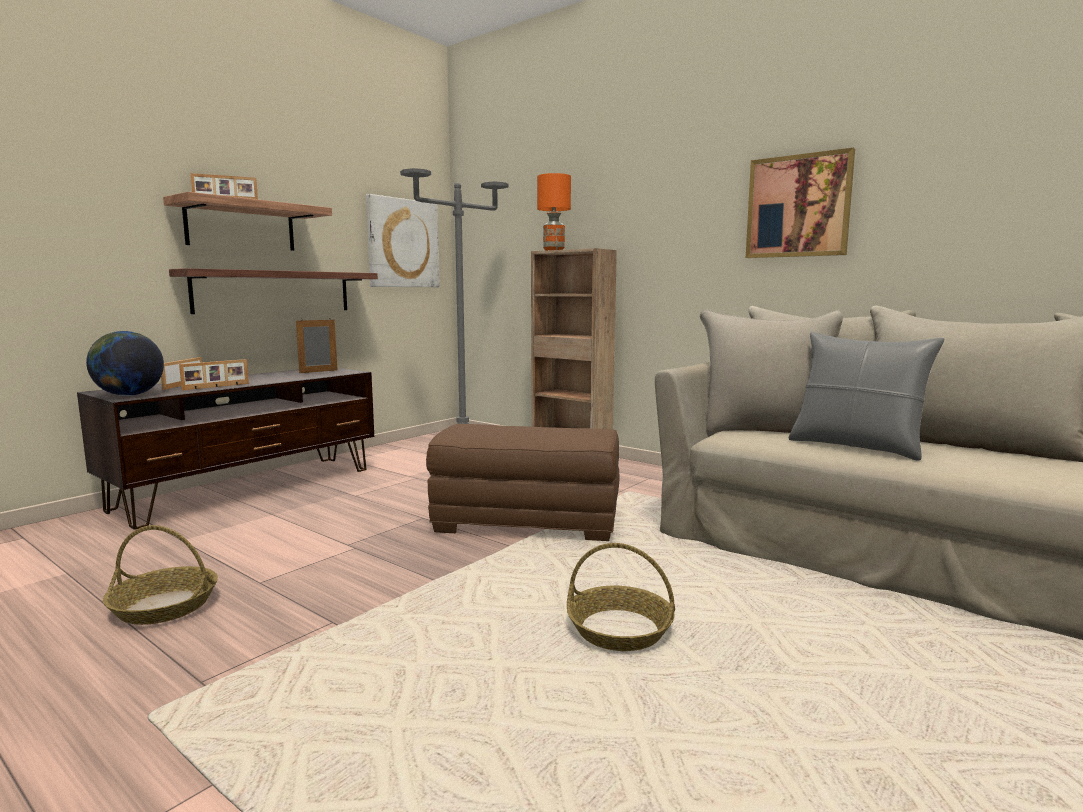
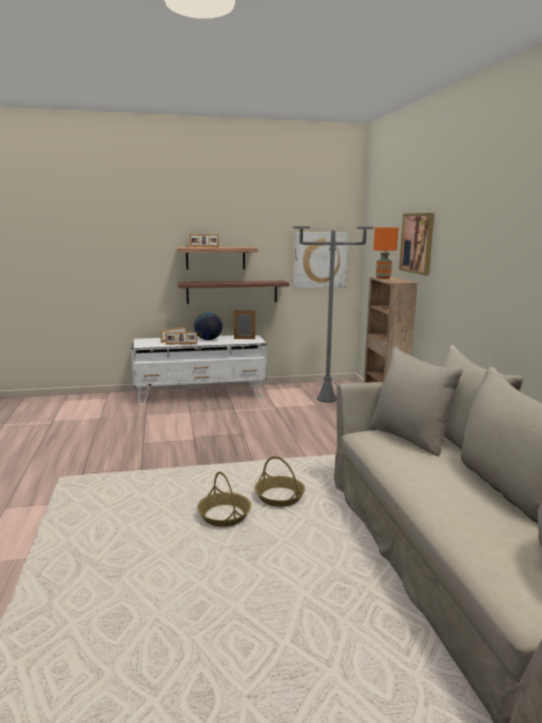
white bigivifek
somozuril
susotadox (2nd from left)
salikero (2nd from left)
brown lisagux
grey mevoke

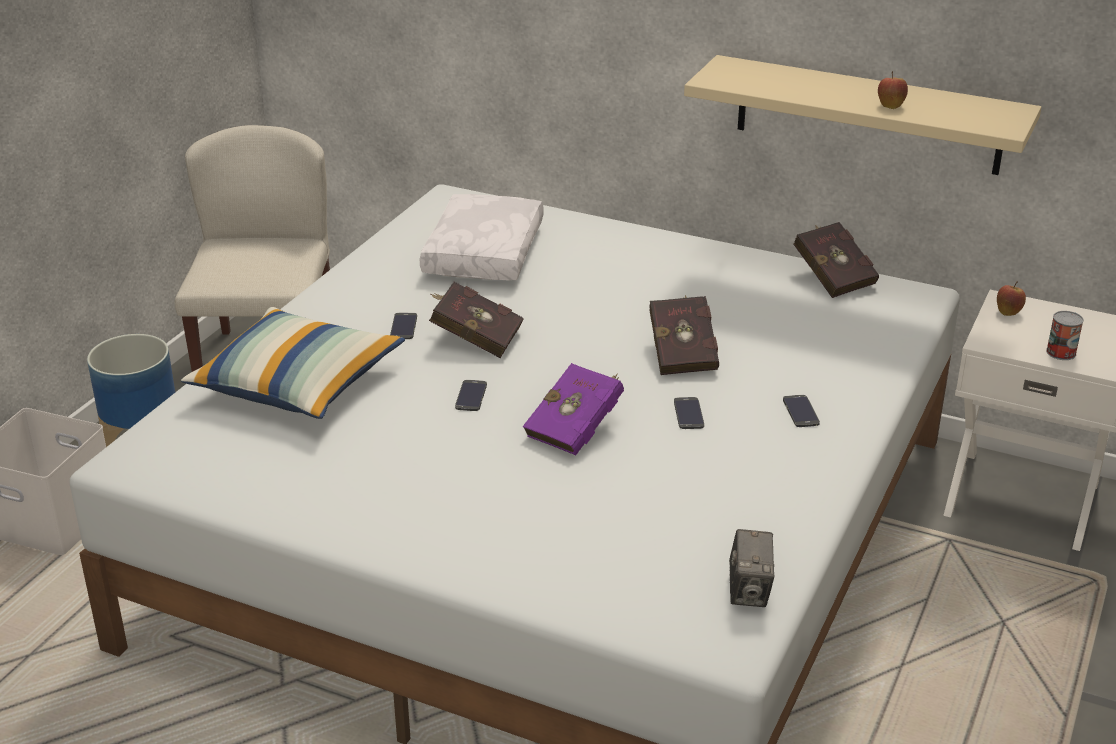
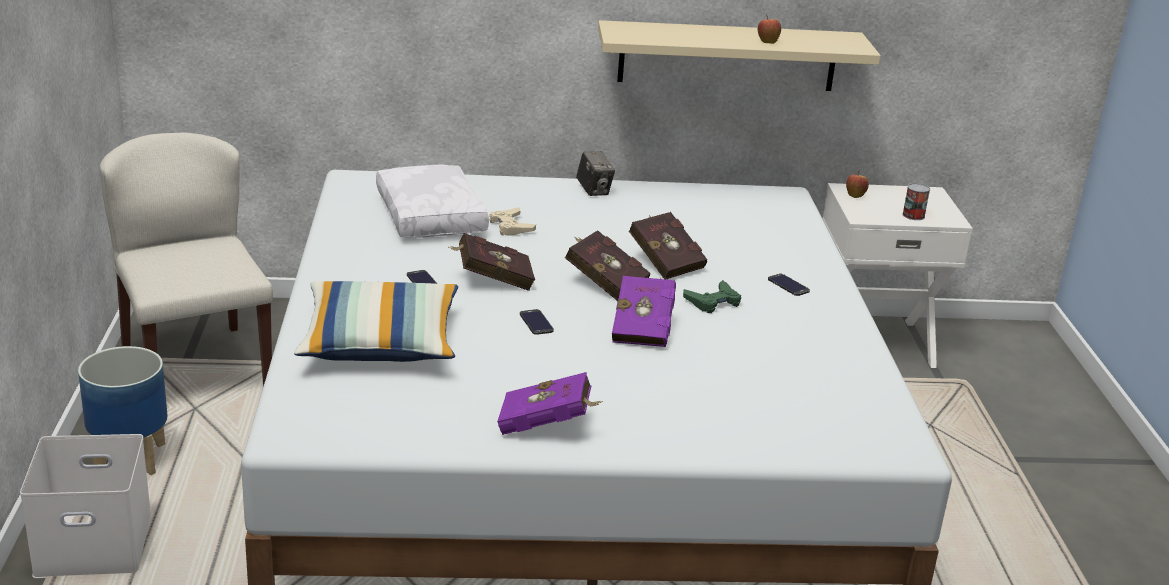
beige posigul
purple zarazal (1st from left)
red zarazal (2nd from left)
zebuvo
green posigul

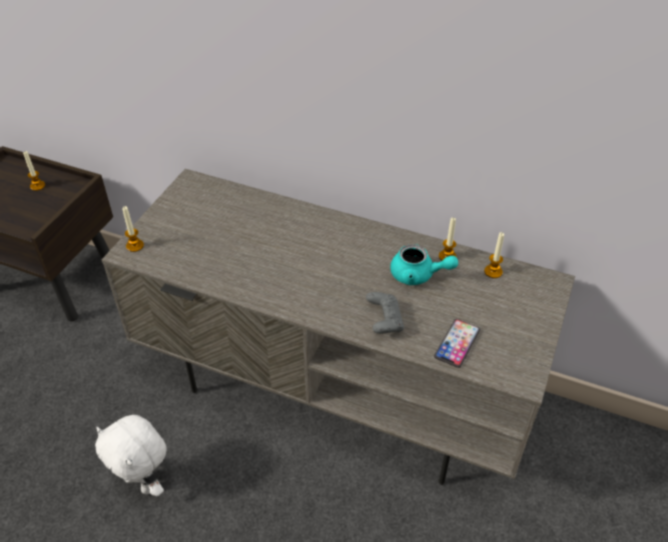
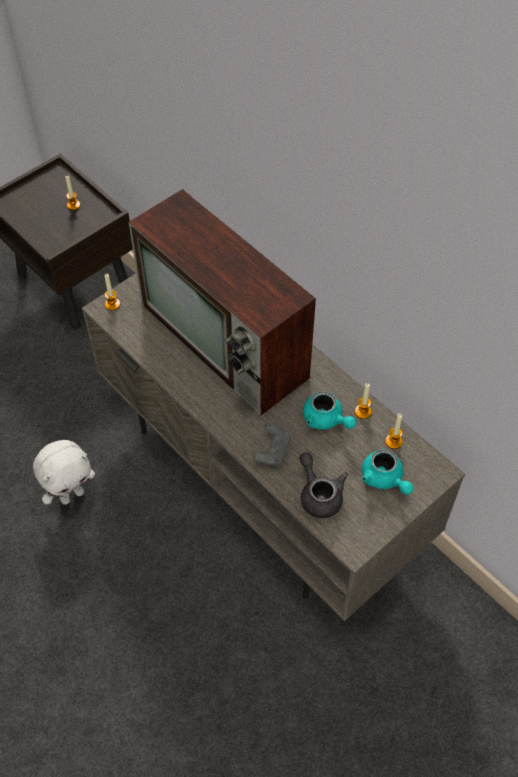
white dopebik
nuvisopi
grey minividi
turquoise minividi (2nd from left)

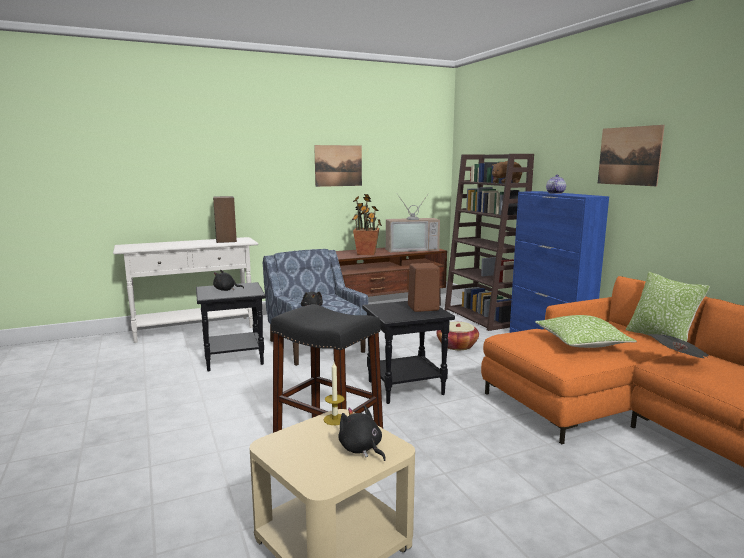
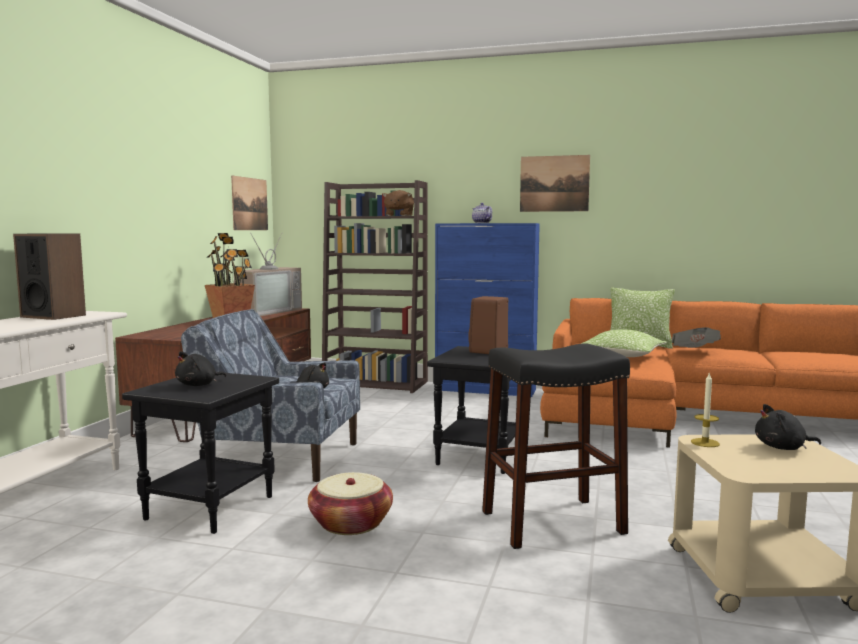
salikero (1st from left)
susotadox

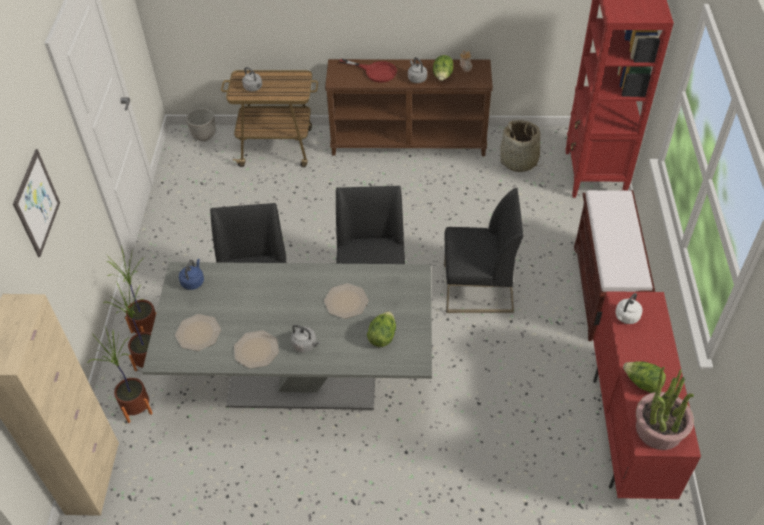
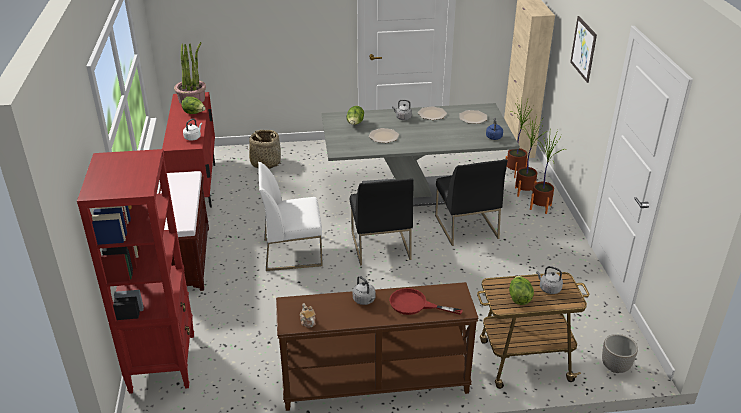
susotadox
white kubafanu
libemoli (3rd from left)

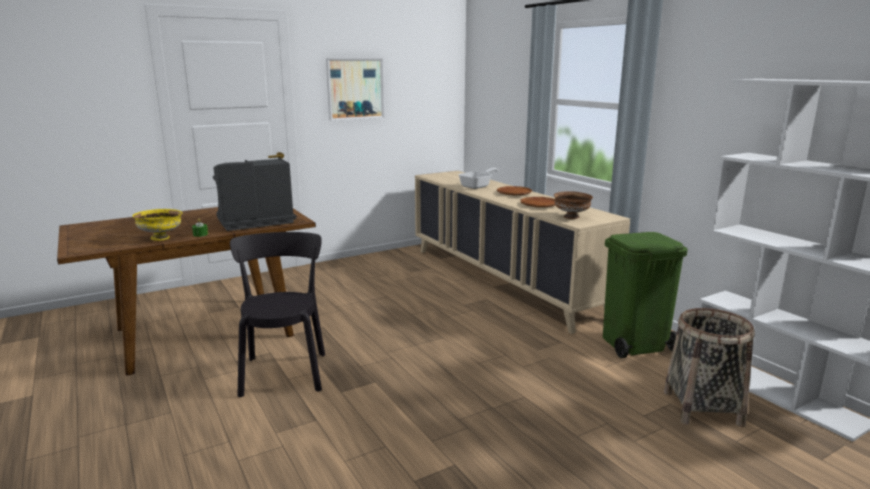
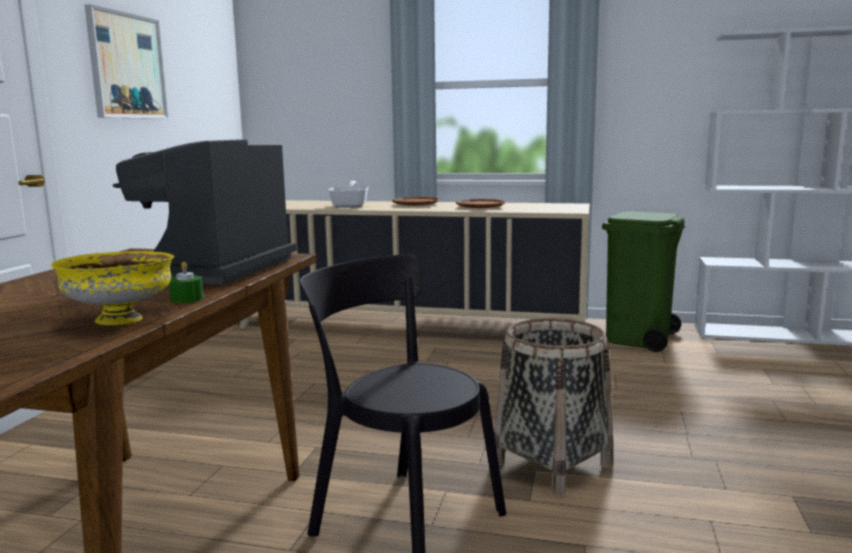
susotadox
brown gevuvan

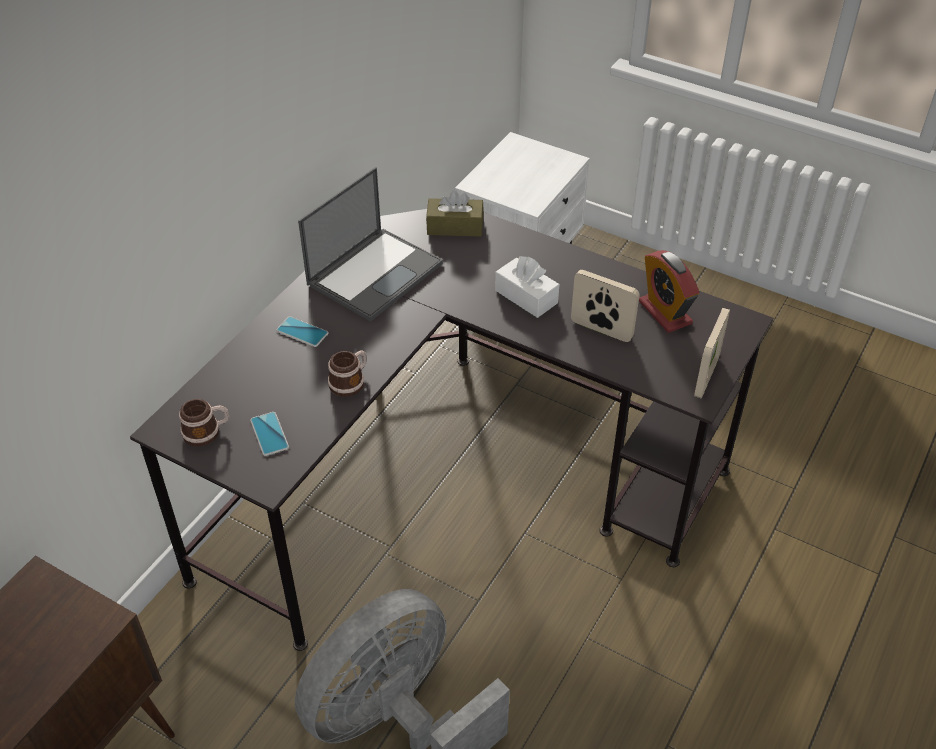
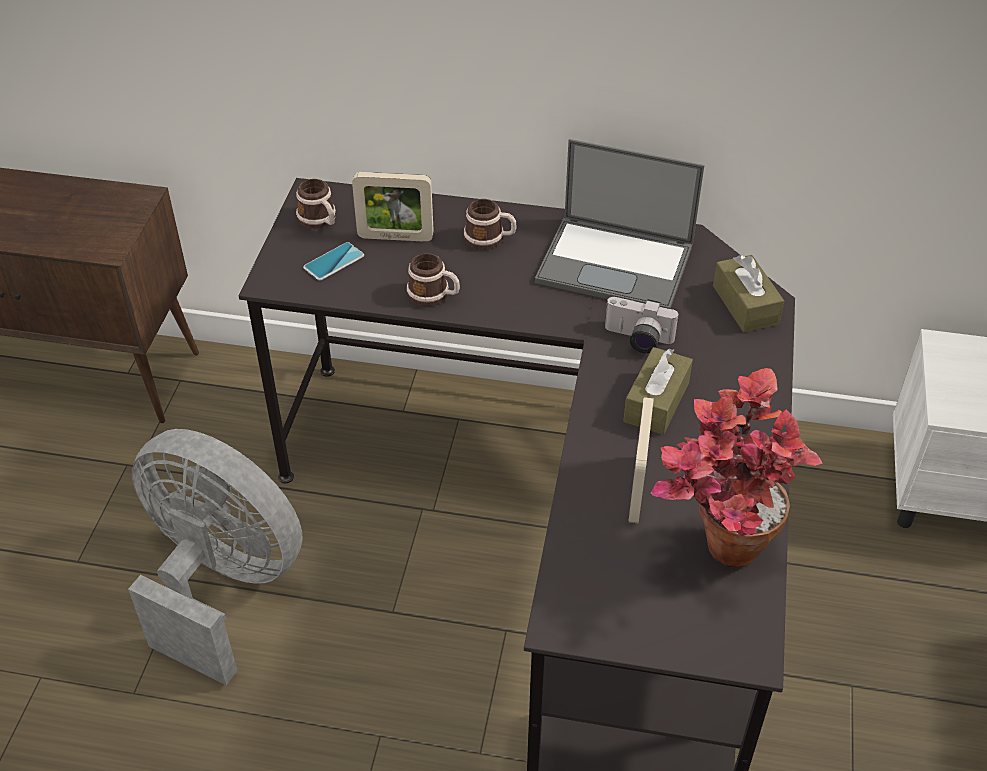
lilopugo (1st from left)
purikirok (3rd from left)
zebuvo
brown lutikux (1st from left)
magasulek

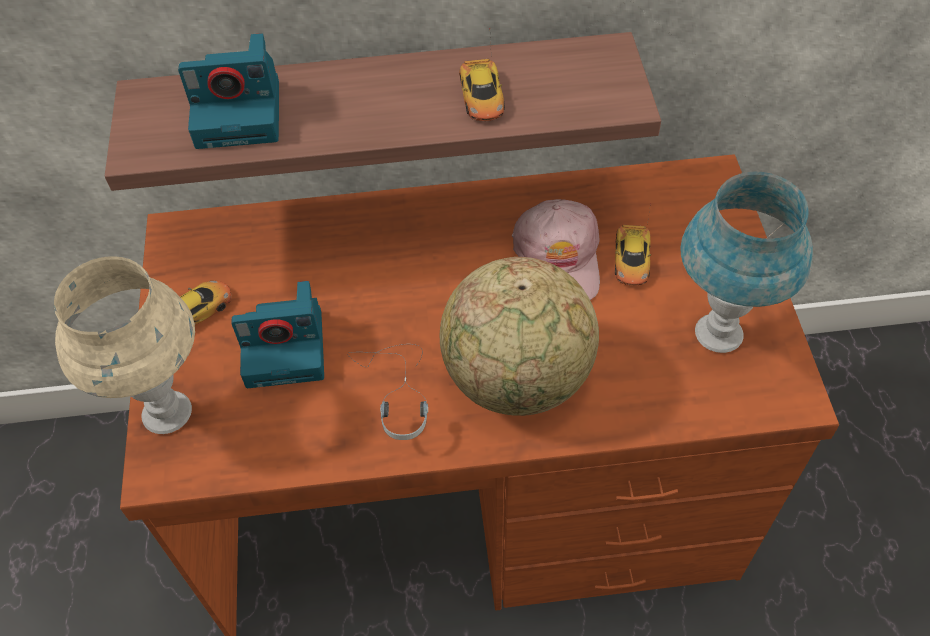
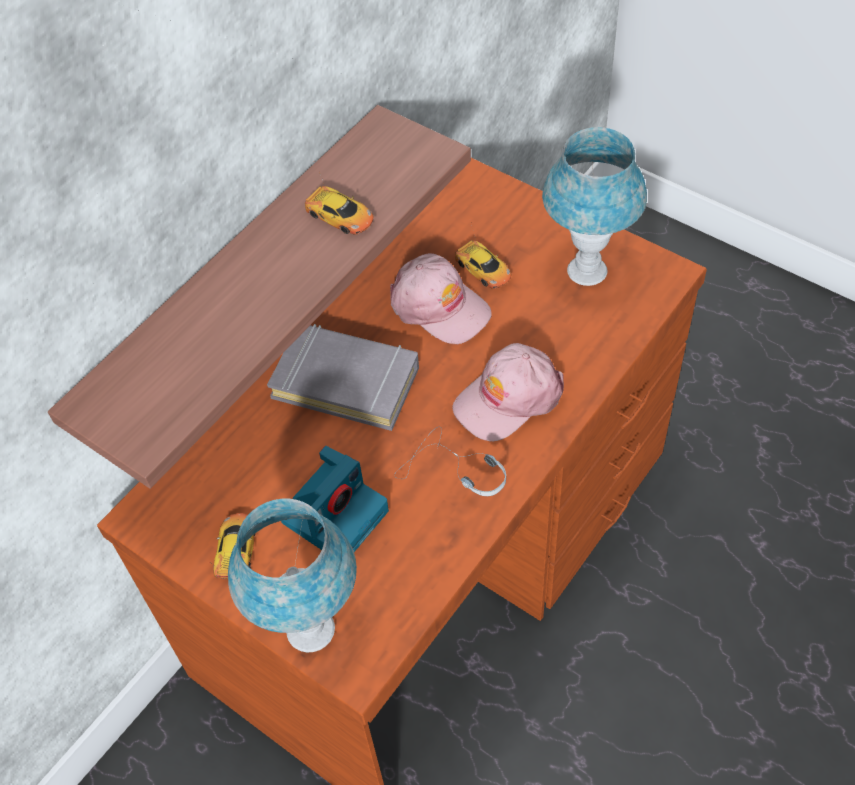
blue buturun (1st from left)
grey zarazal
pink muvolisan (2nd from left)
zebuvo (1st from left in the first image)

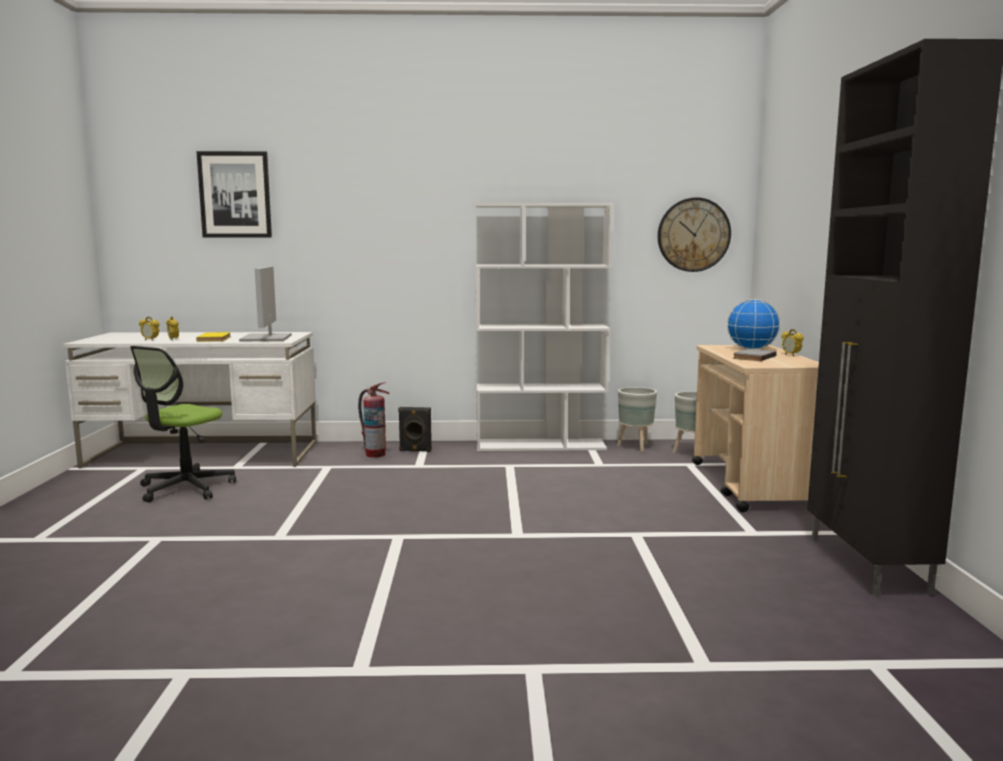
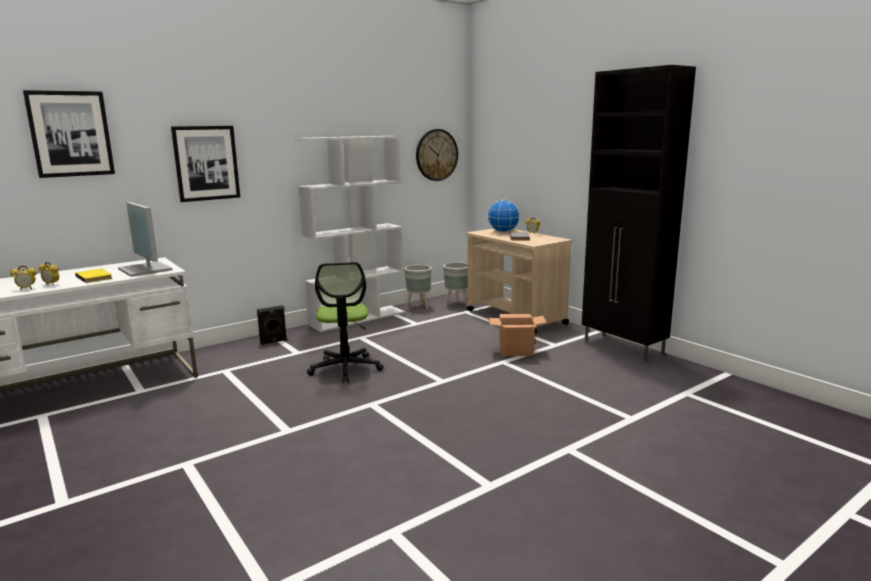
salikero (2nd from left)
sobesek
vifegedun
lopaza

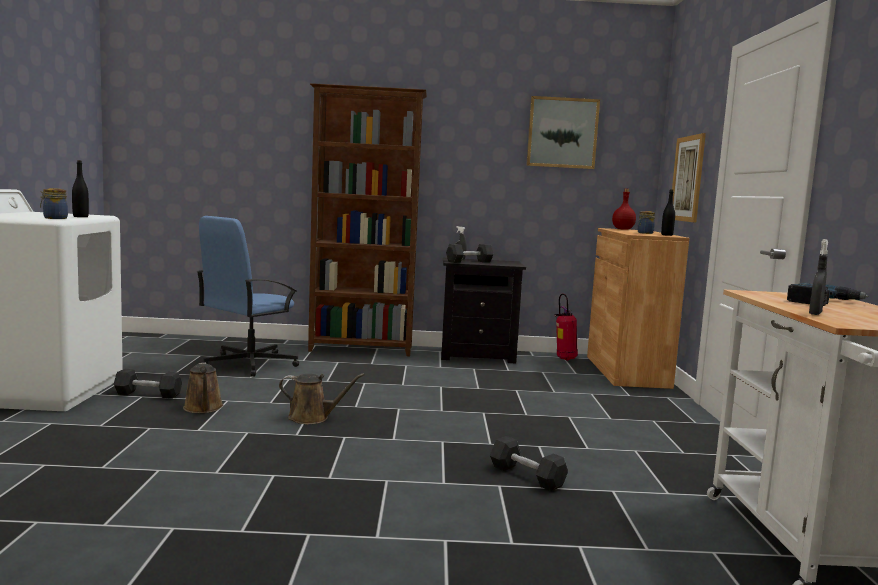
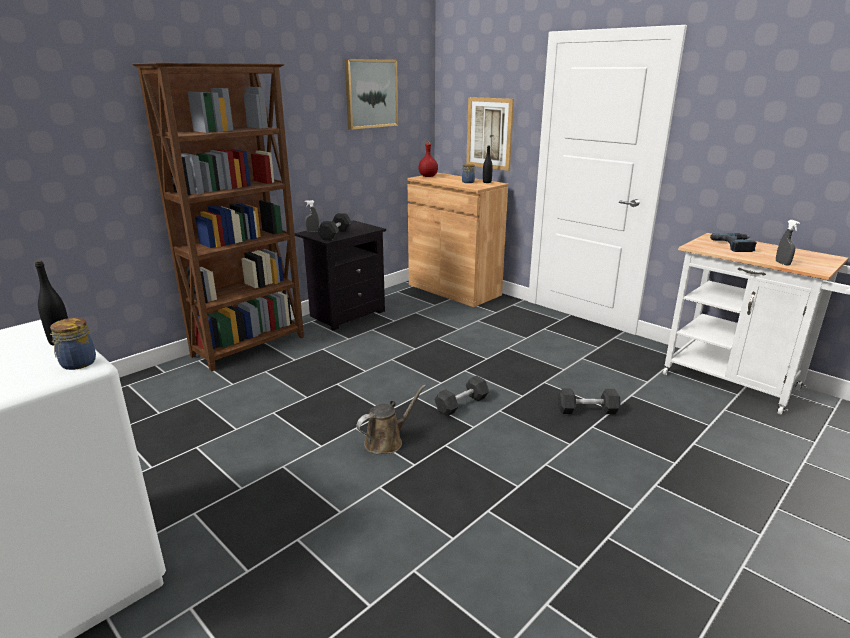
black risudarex (2nd from left)
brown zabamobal (1st from left in the first image)
blue sobesek
lopaza

